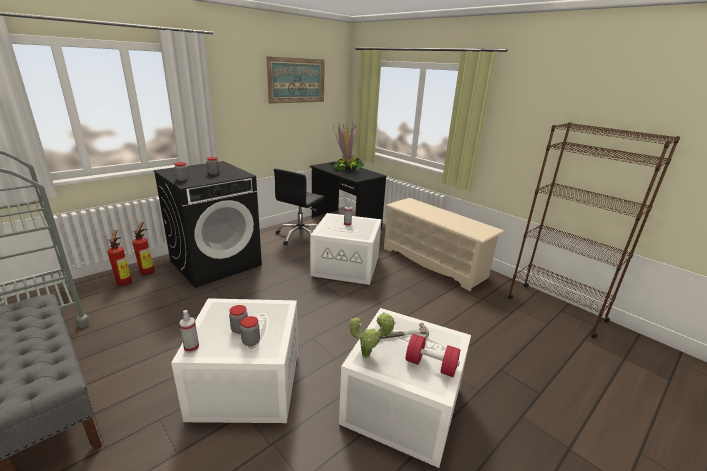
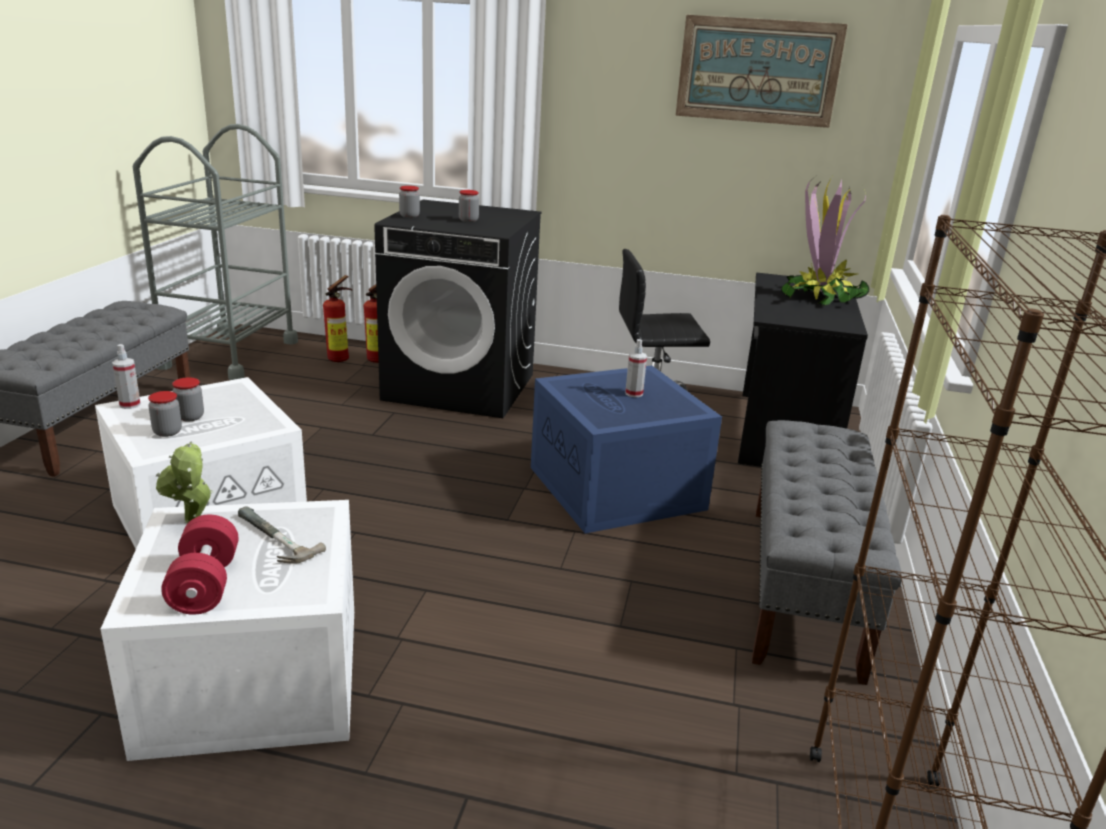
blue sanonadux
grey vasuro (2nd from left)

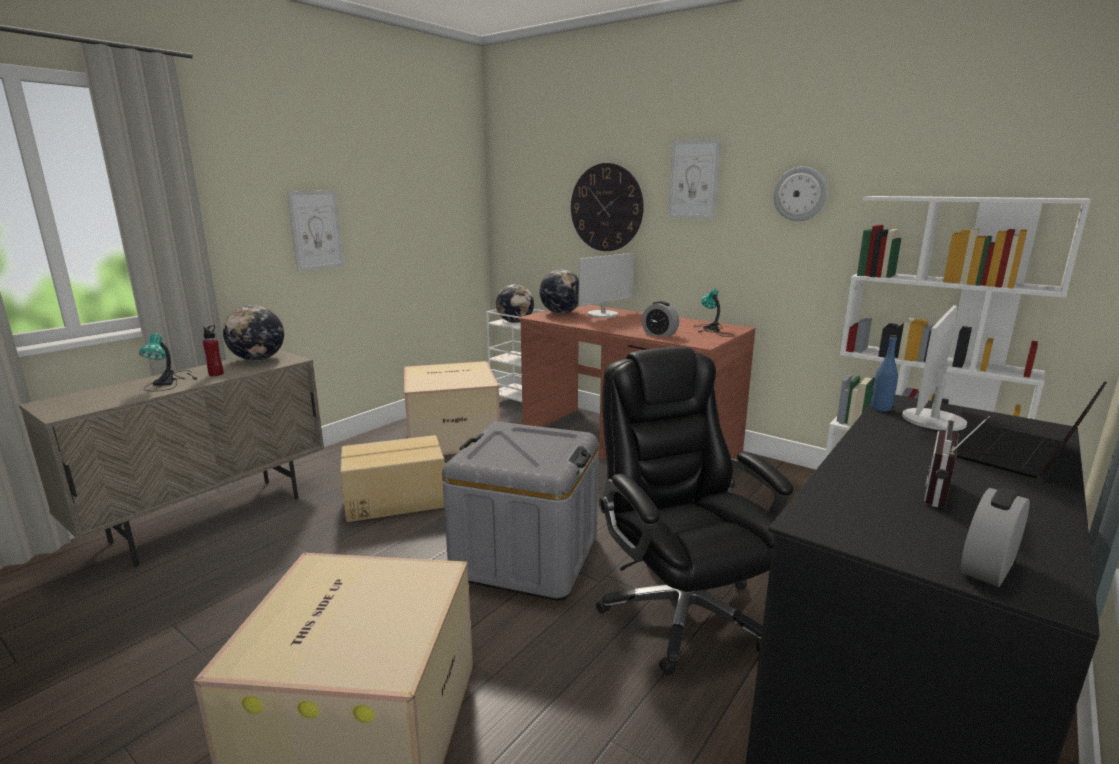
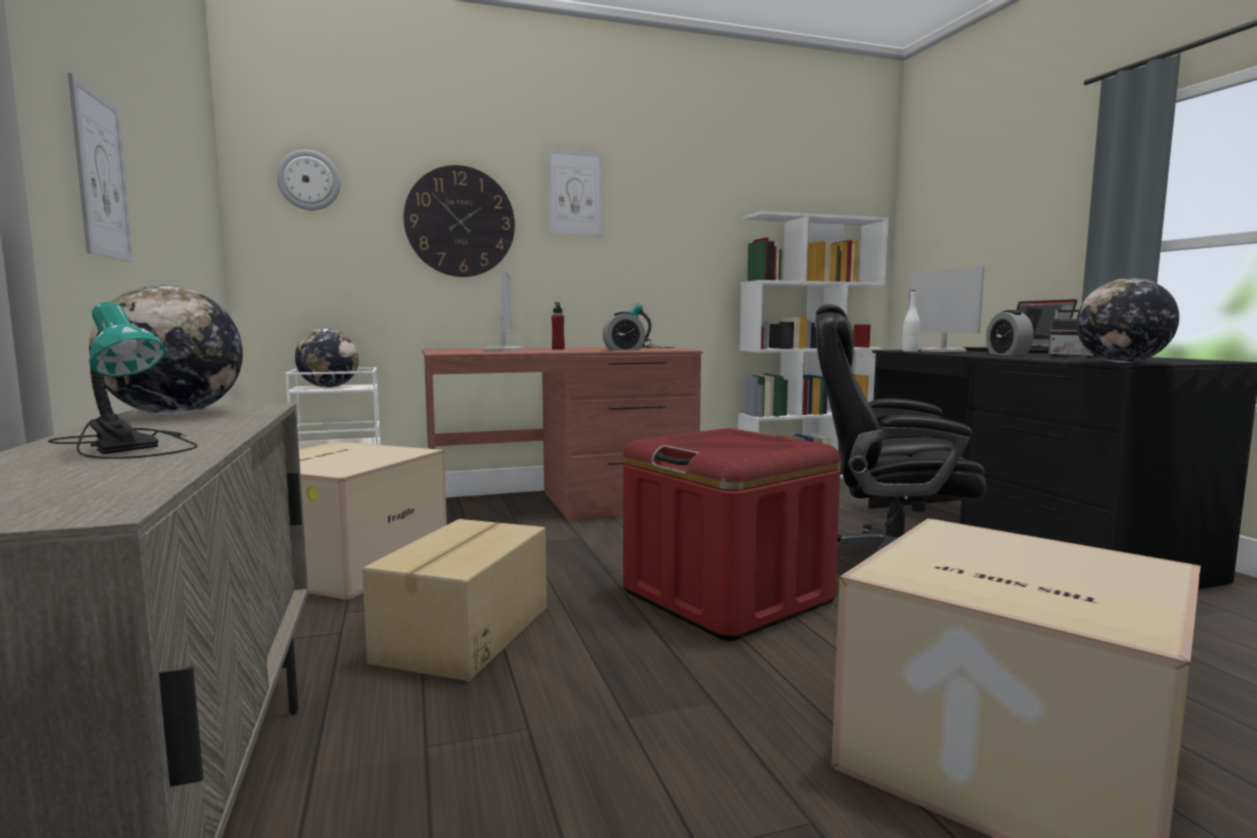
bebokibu (1st from left)
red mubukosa
red sanonadux
white mubukosa
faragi (2nd from left)
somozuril (3rd from left)

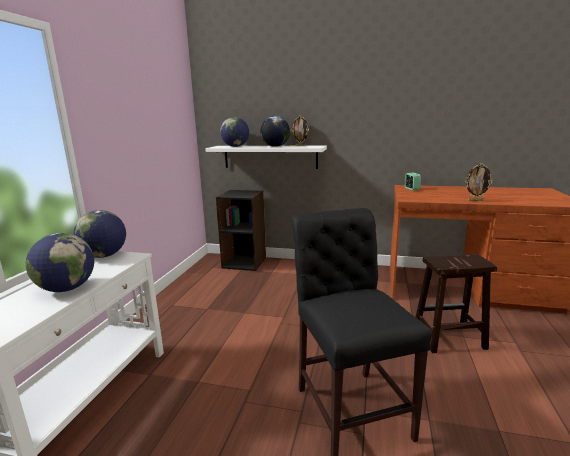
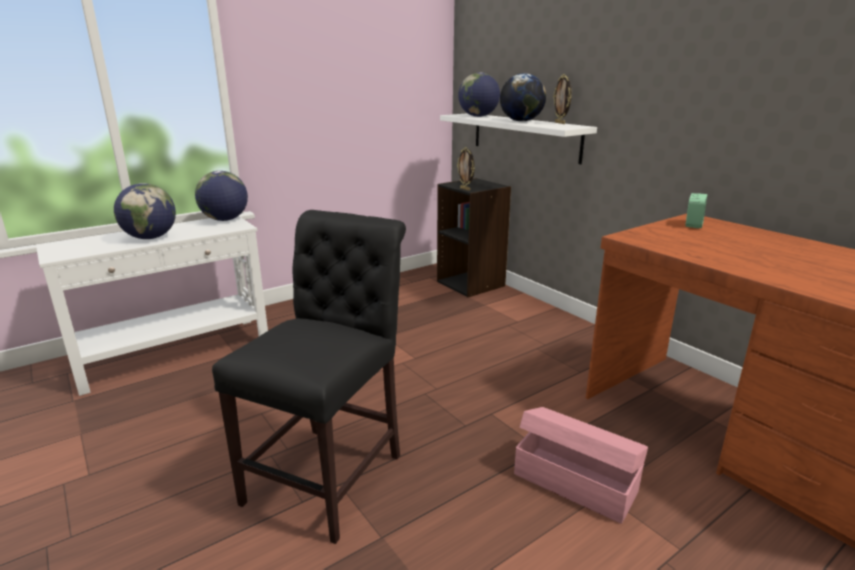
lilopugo (1st from left)
pink sanonadux

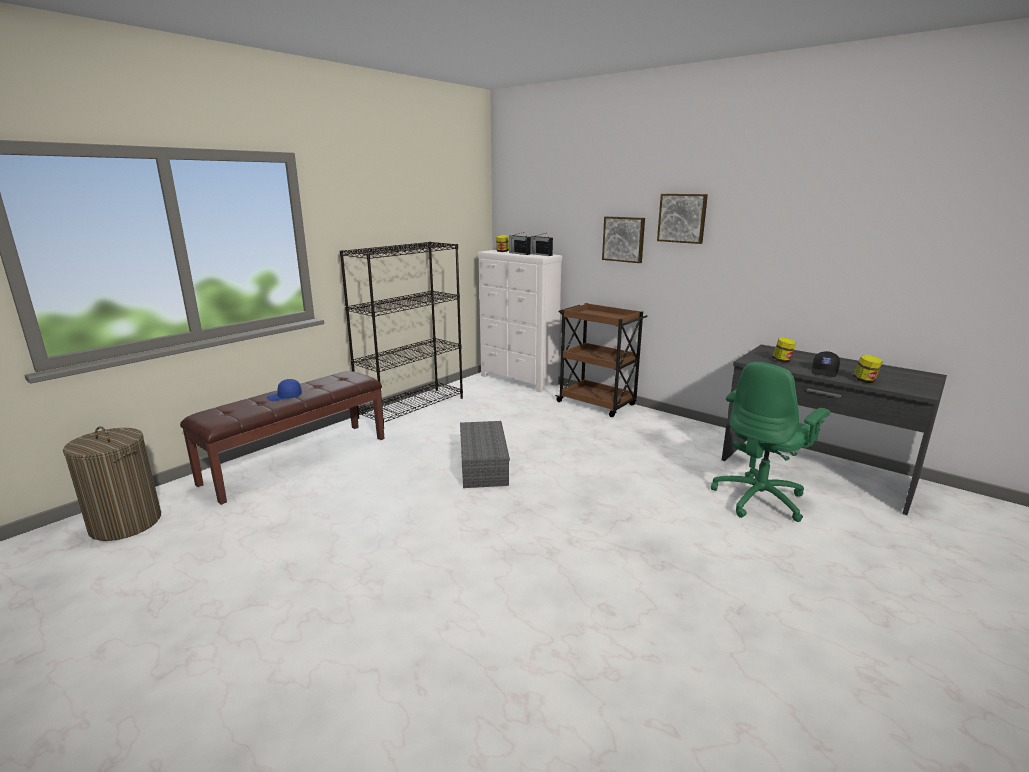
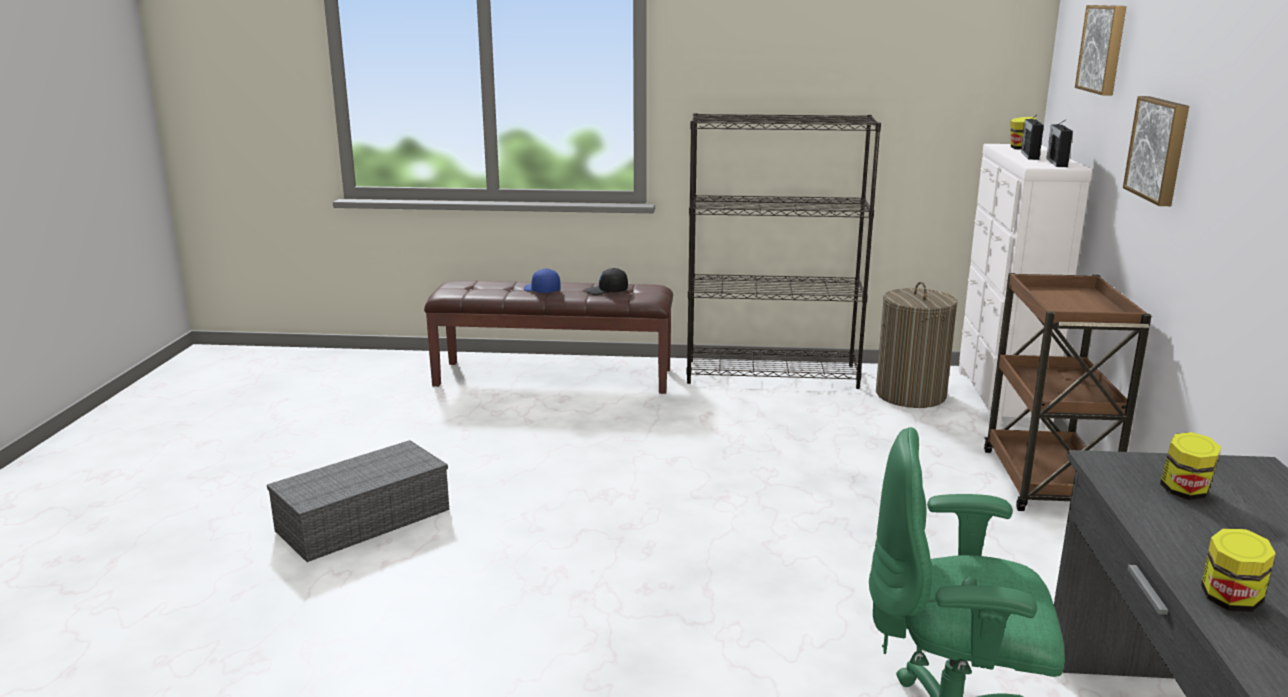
grey sanonadux
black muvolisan
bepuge
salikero (1st from left)

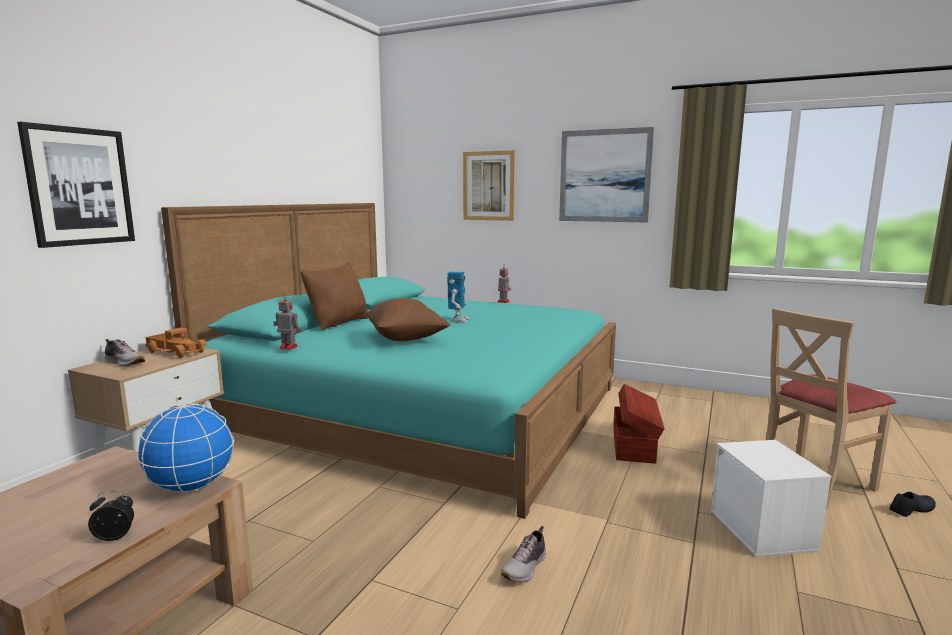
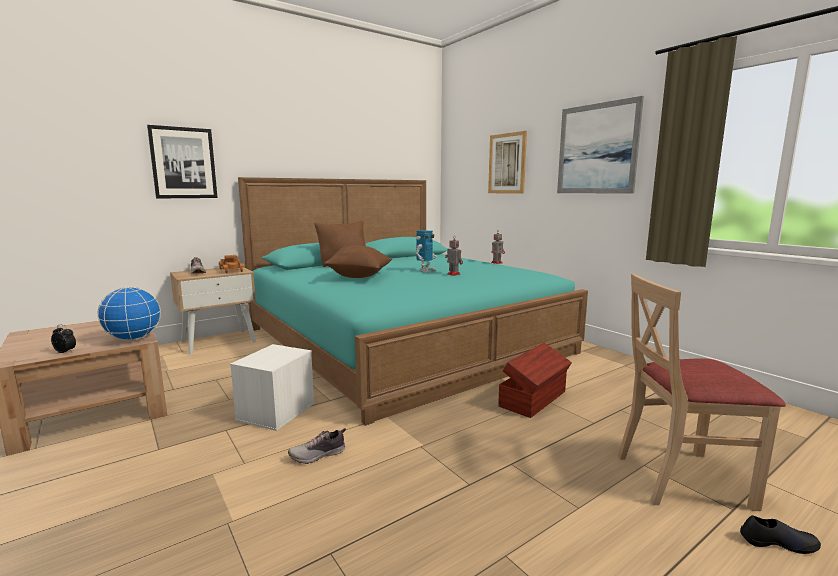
white sanonadux
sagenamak (2nd from left)

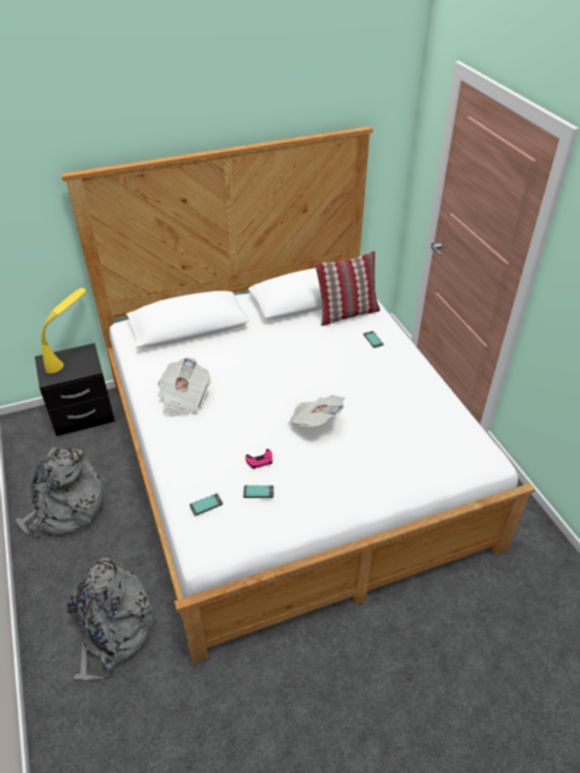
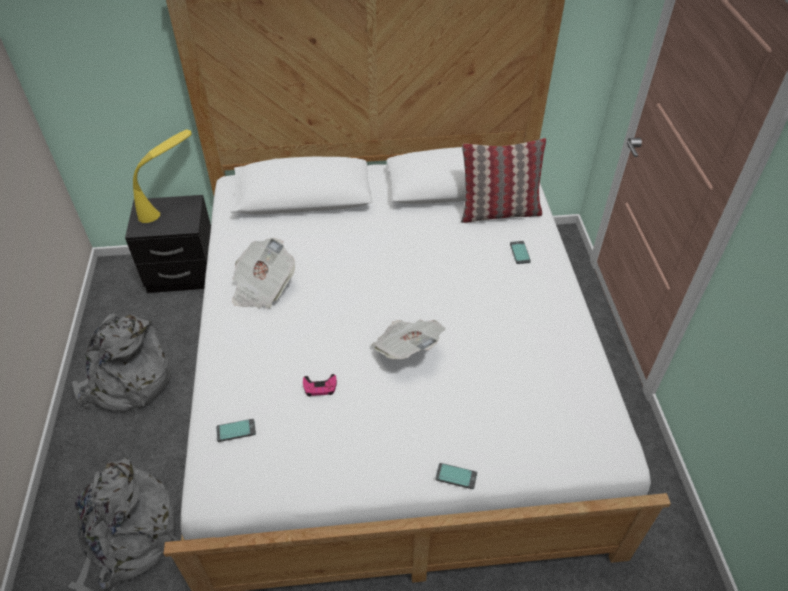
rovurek (2nd from left)

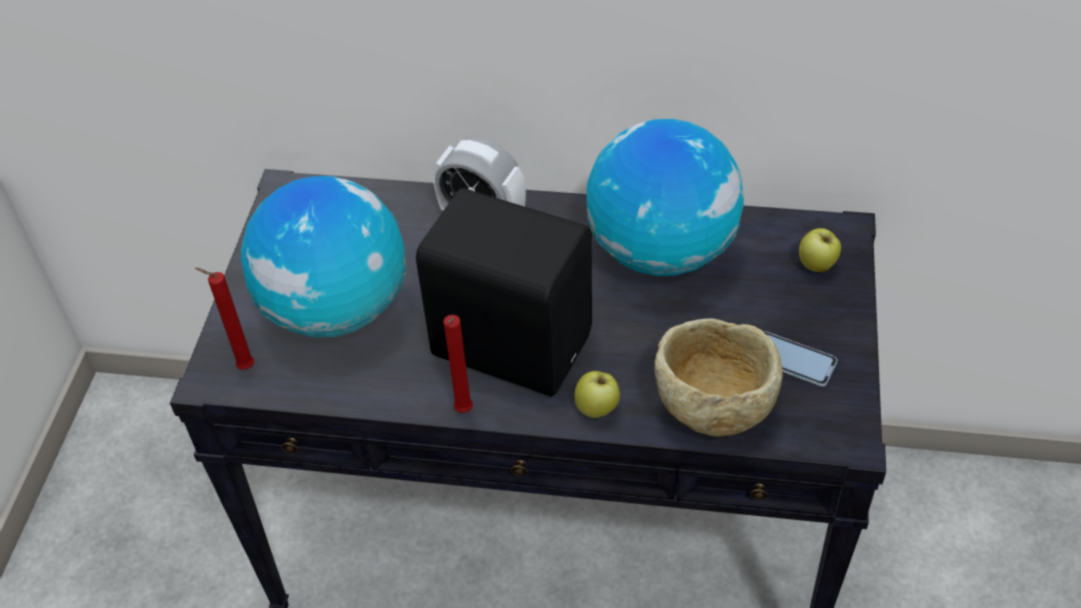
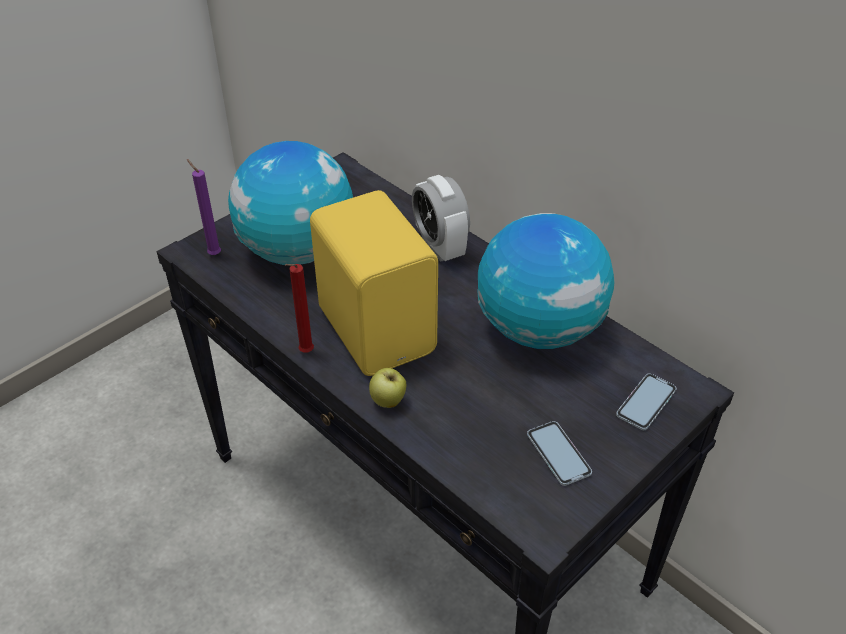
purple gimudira
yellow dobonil
rovurek (2nd from left)
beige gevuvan

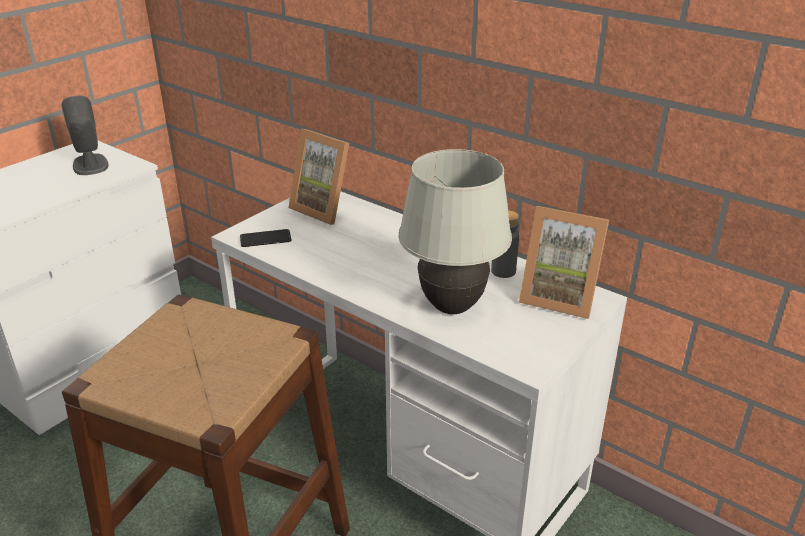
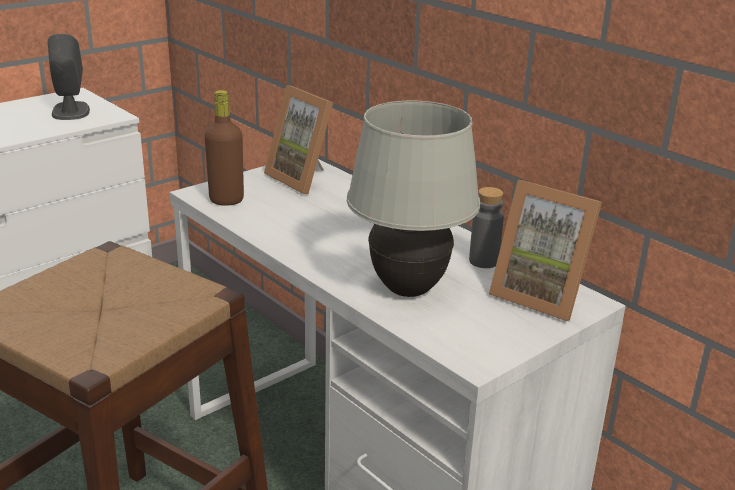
brown mubukosa

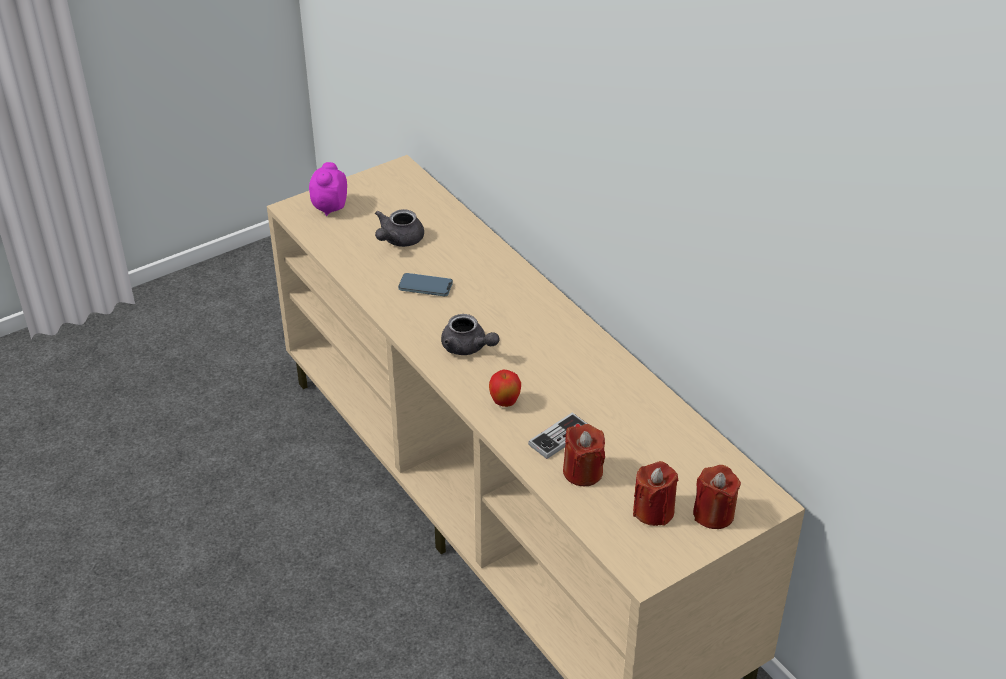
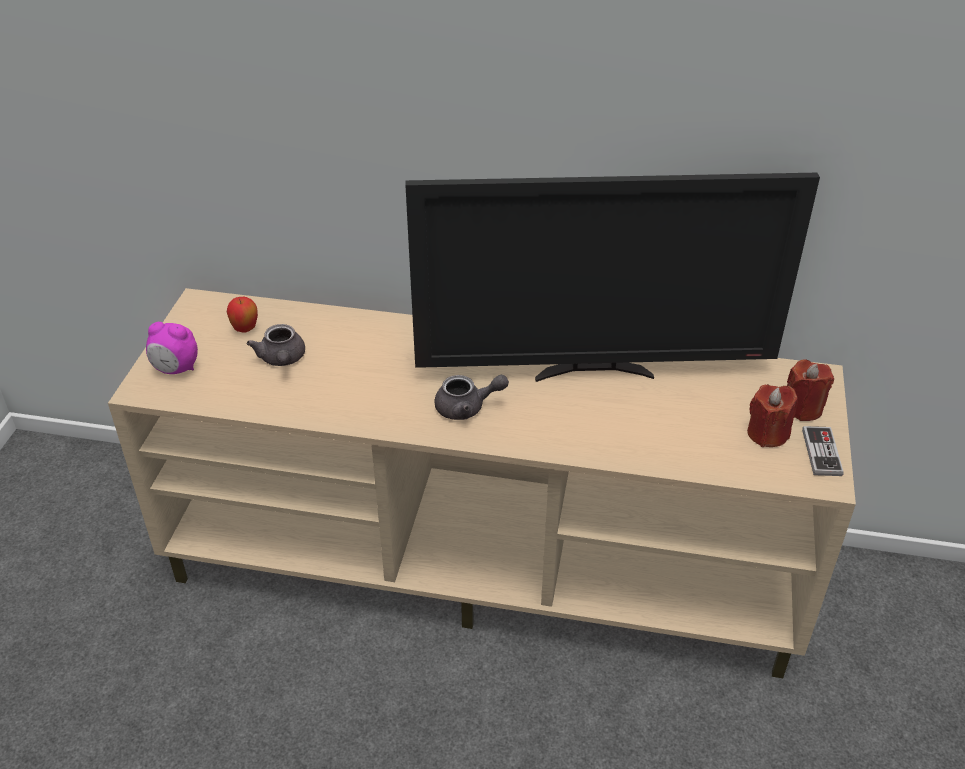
faragi
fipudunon
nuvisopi
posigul
rovurek
red gimudira (1st from left in the first image)

